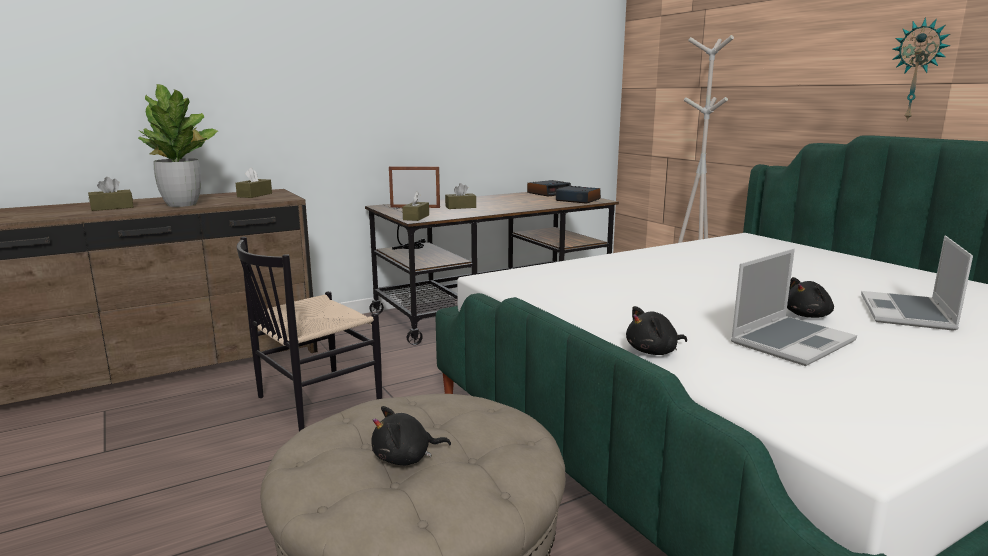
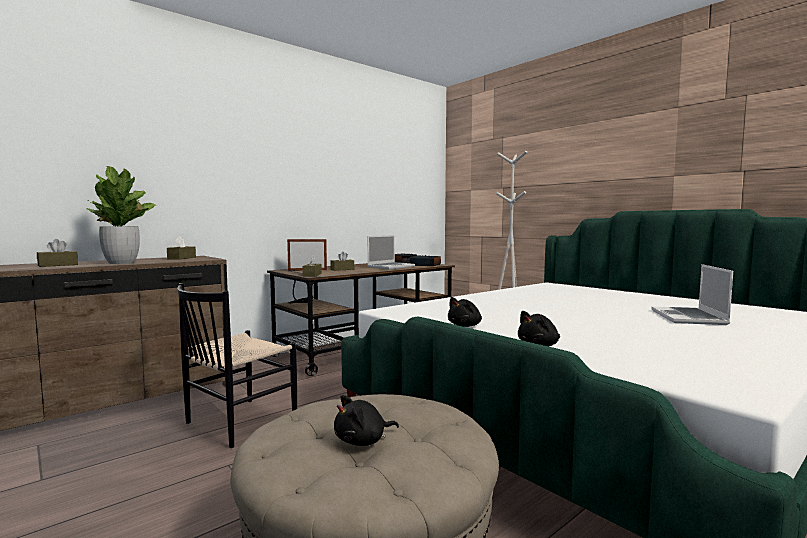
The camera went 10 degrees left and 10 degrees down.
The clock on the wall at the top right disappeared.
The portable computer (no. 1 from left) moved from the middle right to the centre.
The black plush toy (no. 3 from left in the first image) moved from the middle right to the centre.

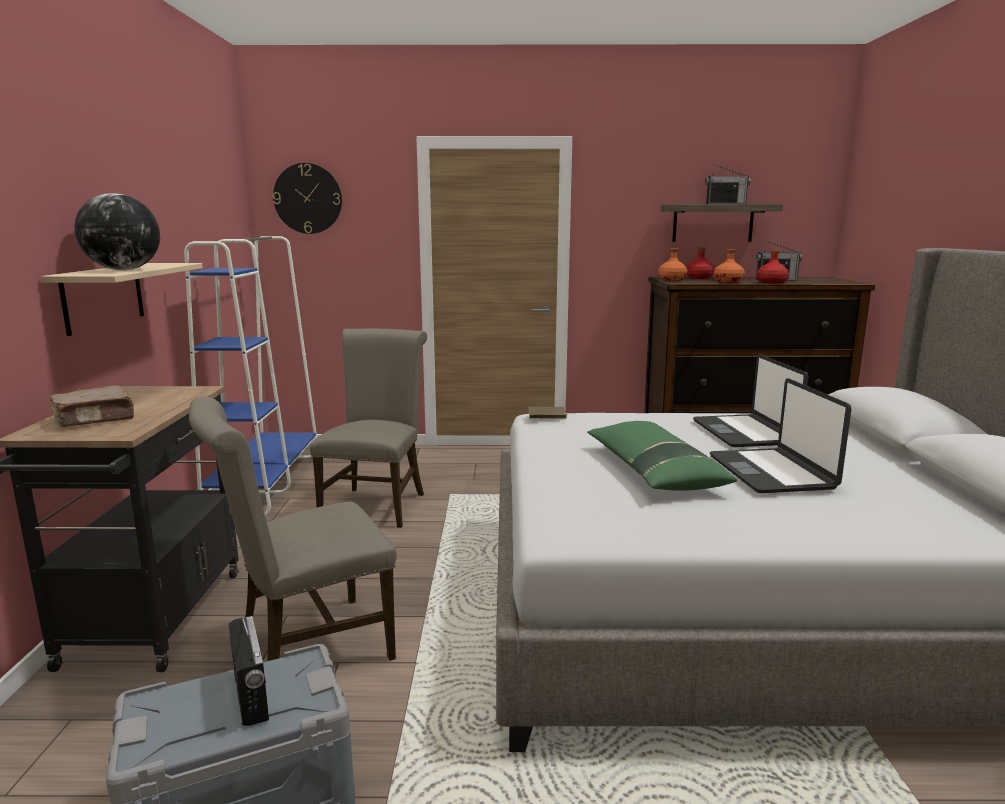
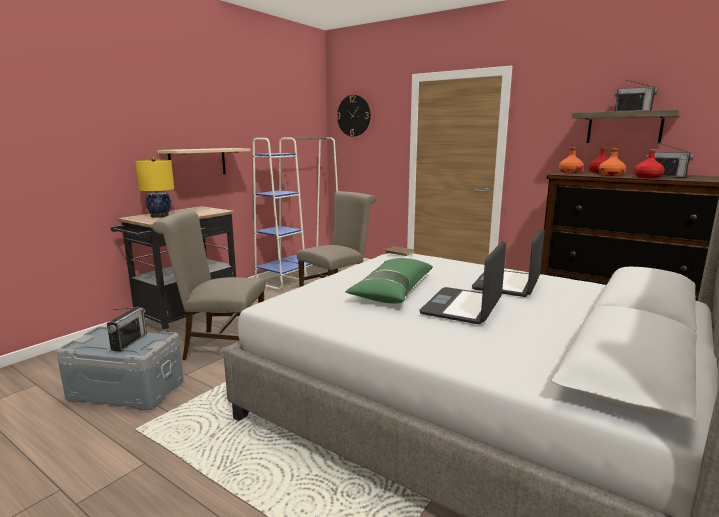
The camera went 35 degrees right and 0 degrees up.
The desk globe at the top left disappeared.
The brown-coloured book (no. 1 from left) at the middle left was replaced by the yellow-coloured tabletop lamp at the middle left.

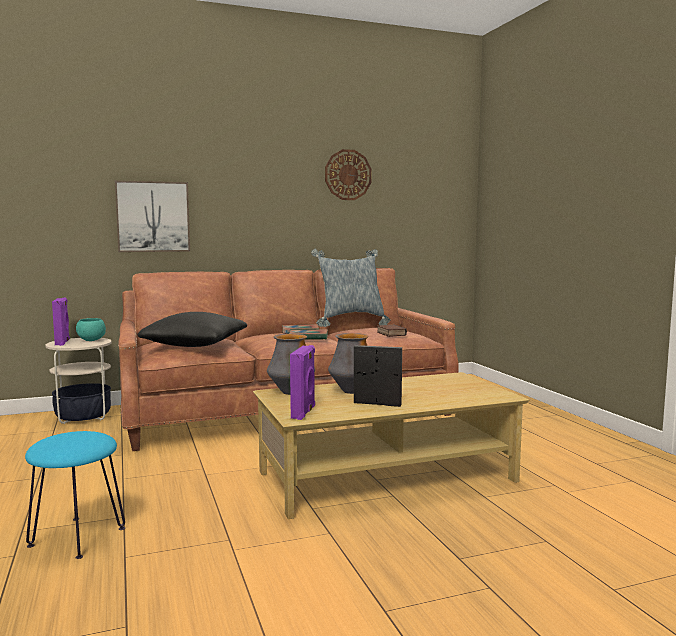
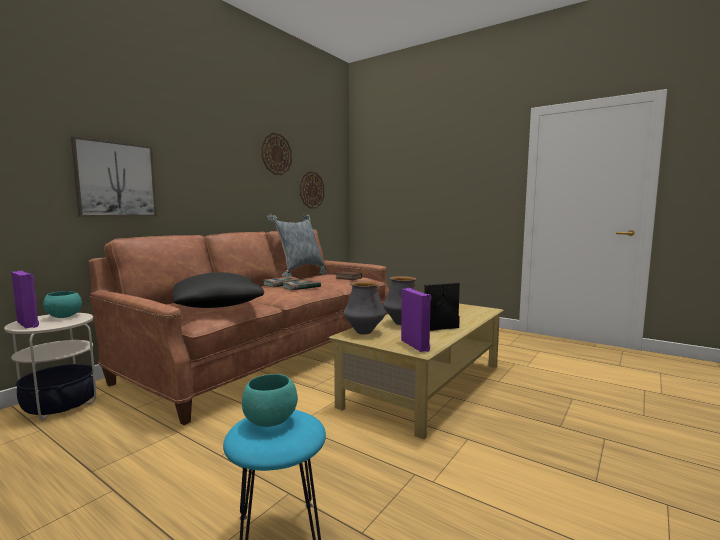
The camera went 35 degrees left and 0 degrees up.
The clock on the wall (no. 2 from left) at the centre appeared.
The blue-green deep dish (no. 2 from left) at the bottom centre appeared.

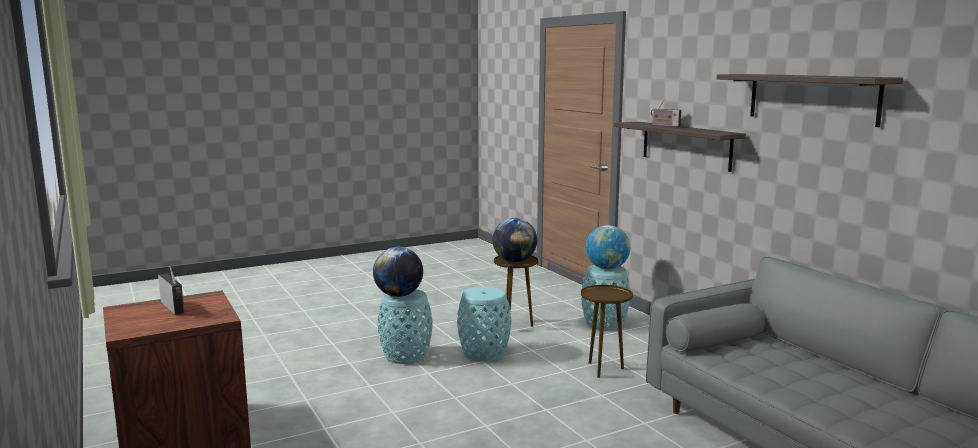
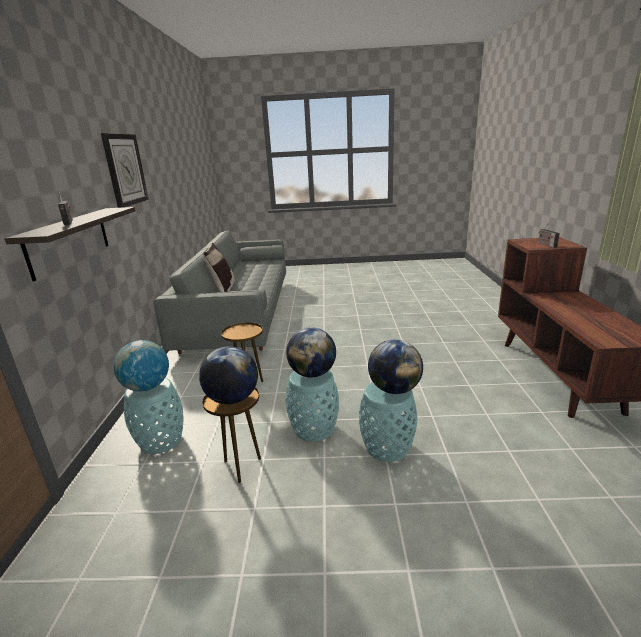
The camera went 150 degrees left and 10 degrees up.
The shelf (no. 2 from left) at the top right was replaced by the clock on the wall at the top left.
The pillow at the centre appeared.
The desk globe (no. 3 from left) at the centre appeared.

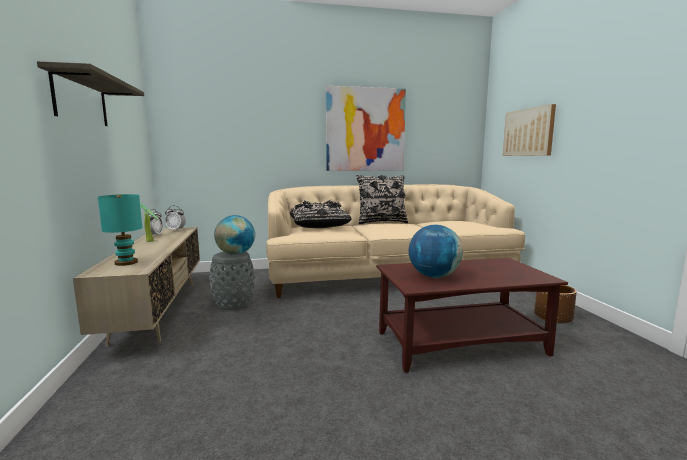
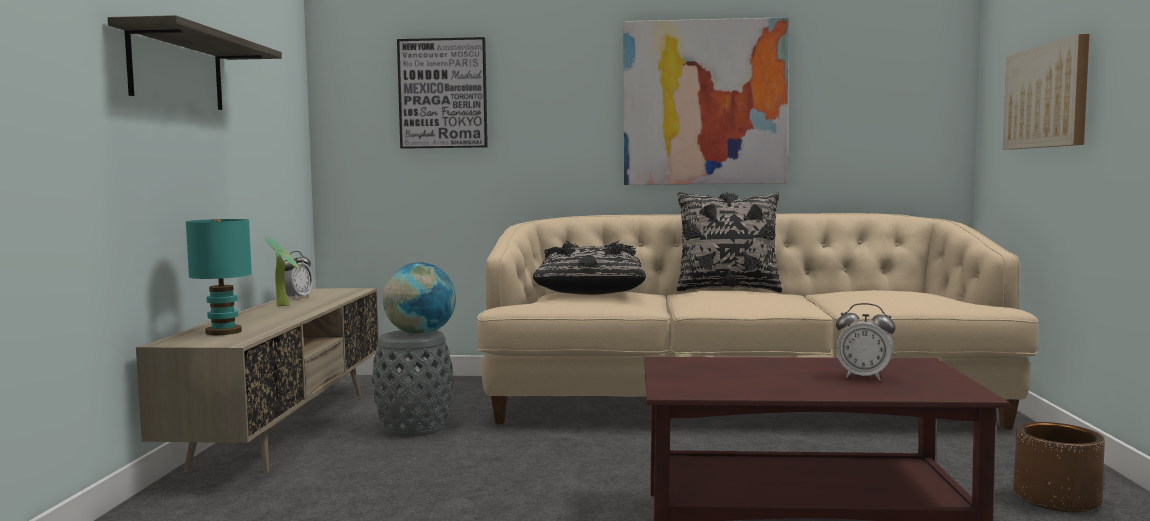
The camera went 15 degrees right and 5 degrees down.
The bedside clock (no. 2 from left) moved from the middle left to the middle right.
The desk globe (no. 2 from left) at the centre disappeared.
The wall picture (no. 1 from left) at the top centre appeared.

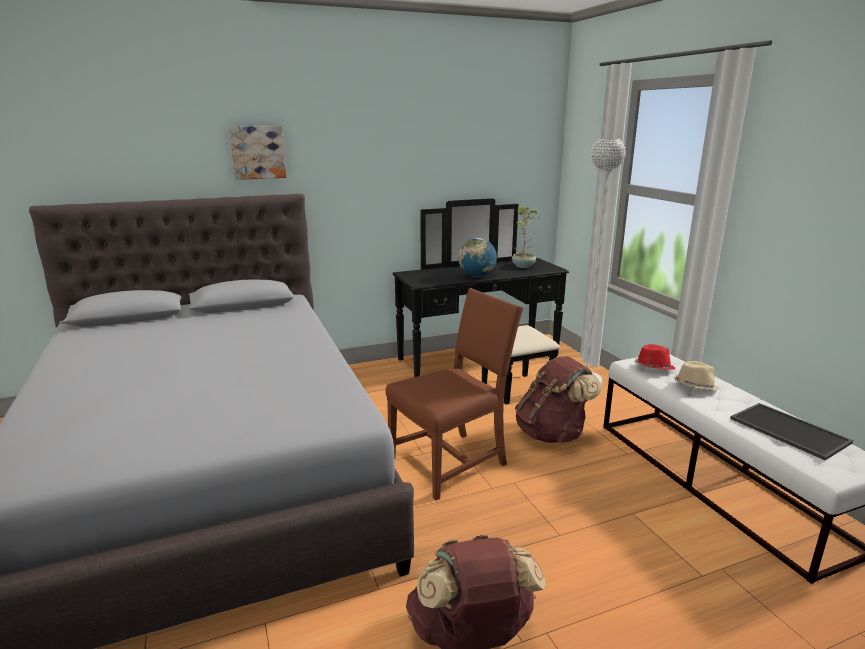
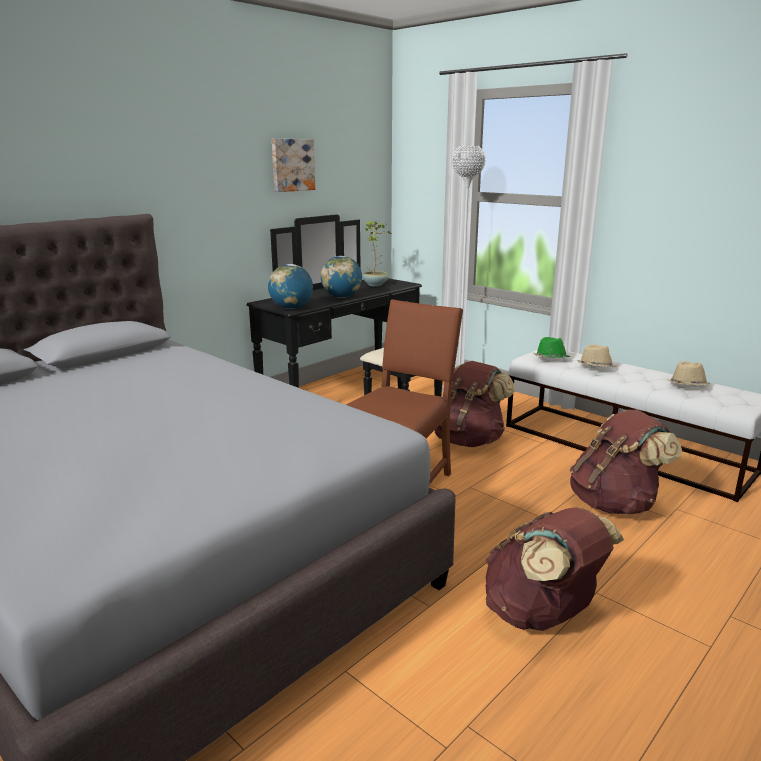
The camera went 25 degrees left and 0 degrees up.
The wall picture moved from the top left to the top centre.
The red-coloured clothing hat at the middle right became the greenish clothing hat at the middle right.
The serving tray at the middle right was replaced by the sand-coloured clothing hat (no. 2 from left) at the middle right.
The desk globe (no. 1 from left) at the centre appeared.
The brown-coloured rucksack (no. 3 from left) at the middle right appeared.

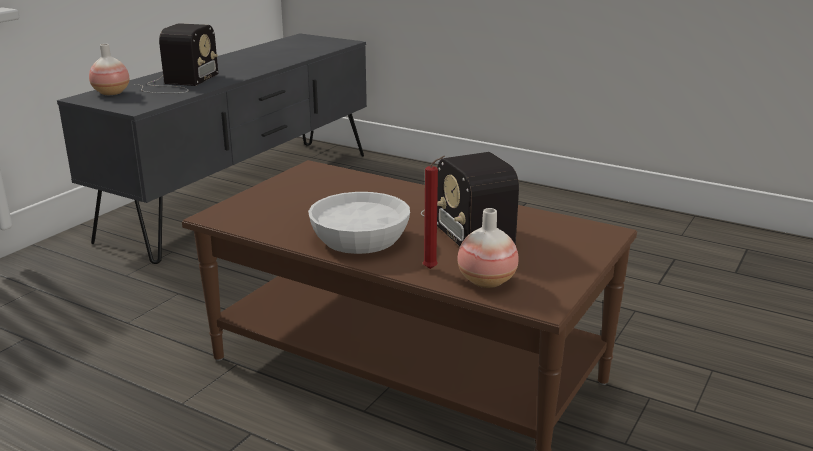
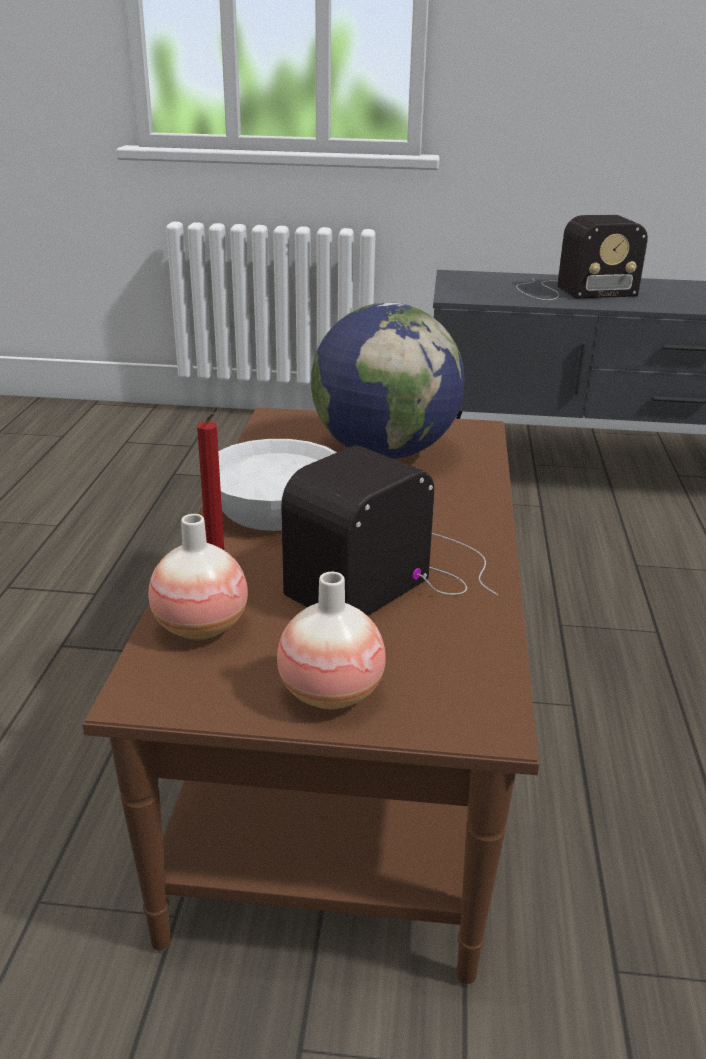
The camera went 65 degrees right and 5 degrees up.
The decorative vase (no. 1 from left in the first image) moved from the top left to the centre.
The desk globe at the centre appeared.

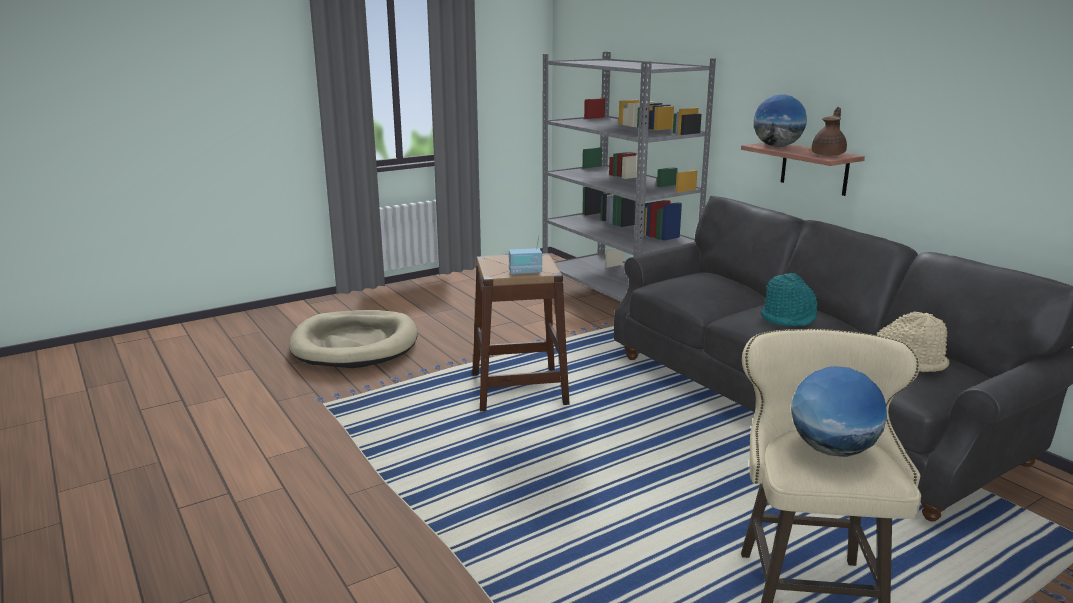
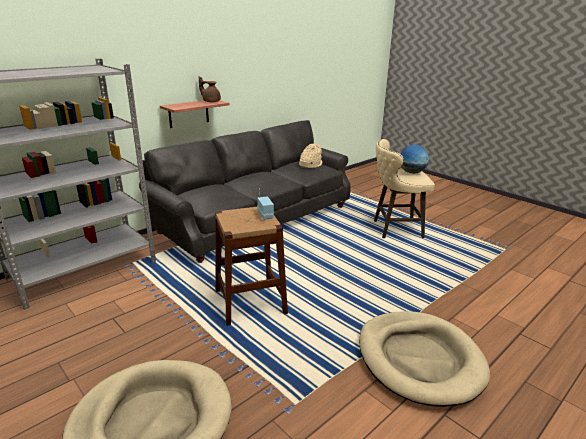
The camera went 100 degrees left and 5 degrees up.
The desk globe (no. 1 from left) at the top right disappeared.
The blue-green clothing hat at the middle right disappeared.
The sand-coloured pet bed (no. 2 from left) at the bottom right appeared.

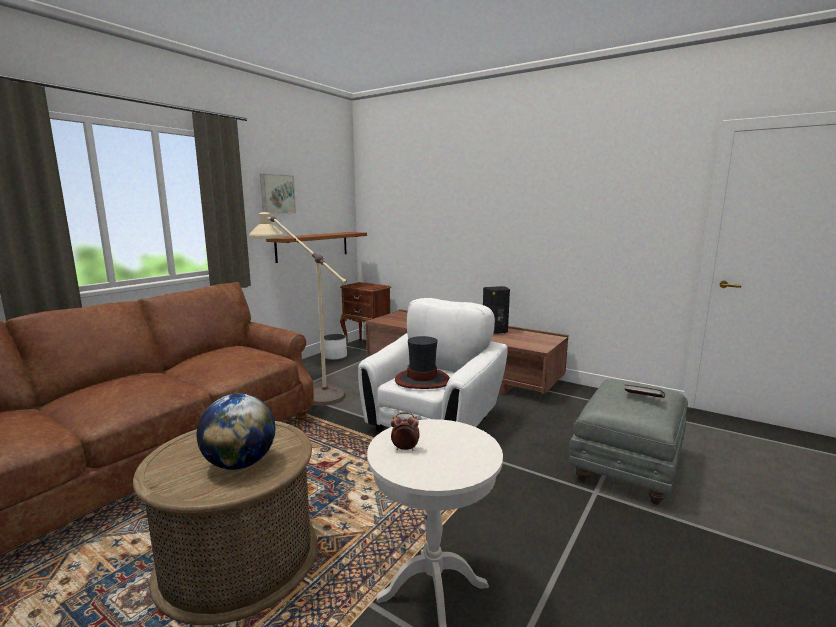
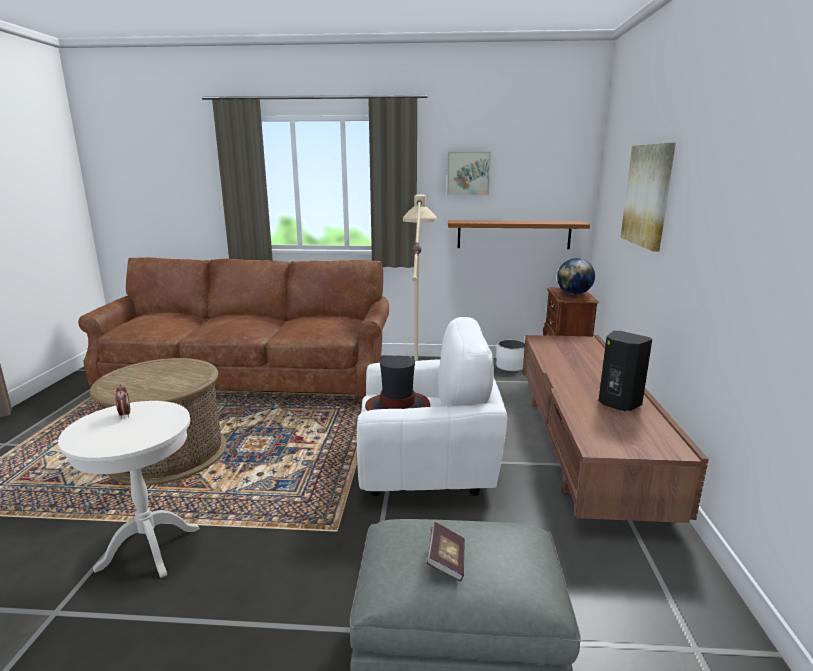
The camera went 60 degrees right and 5 degrees up.
The desk globe moved from the bottom left to the middle right.
The wall picture (no. 2 from left) at the top right appeared.

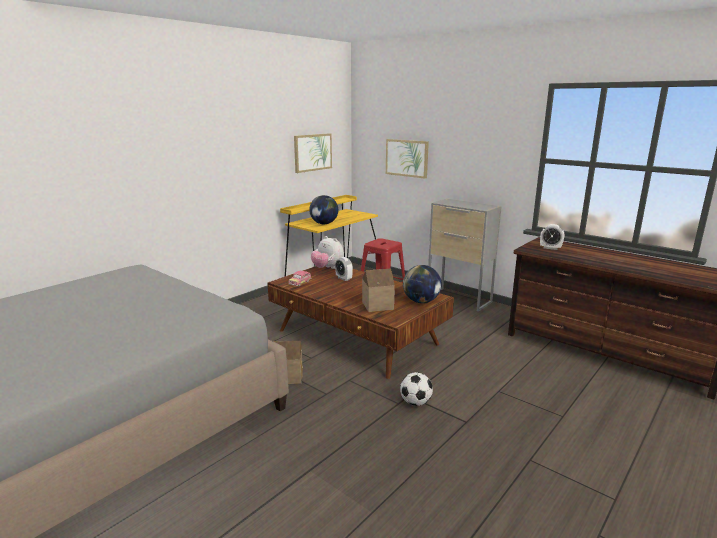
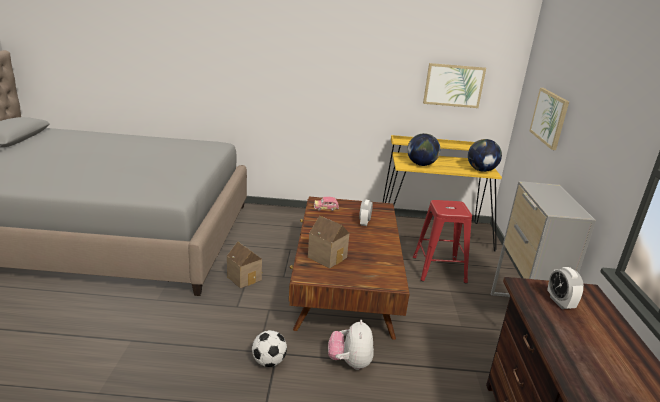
The camera went 50 degrees right and 5 degrees up.
The plush toy moved from the centre to the bottom centre.
The desk globe (no. 2 from left) moved from the centre to the middle right.

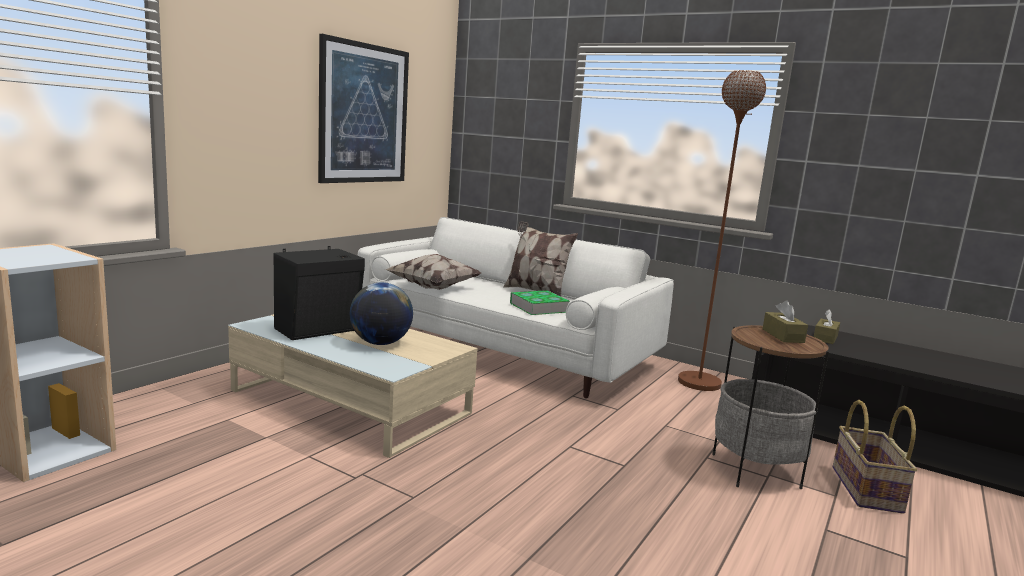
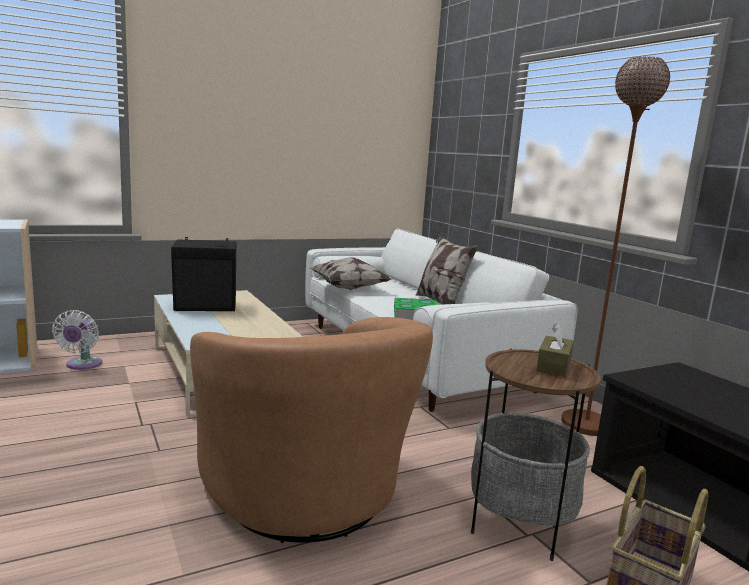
The camera went 30 degrees right and 0 degrees up.
The wall picture at the top centre disappeared.
The desk globe at the centre disappeared.
The brown-coloured tissue box (no. 2 from left) at the middle right disappeared.
The white electric fan at the middle left appeared.
The brown-coloured armchair at the bottom centre appeared.

